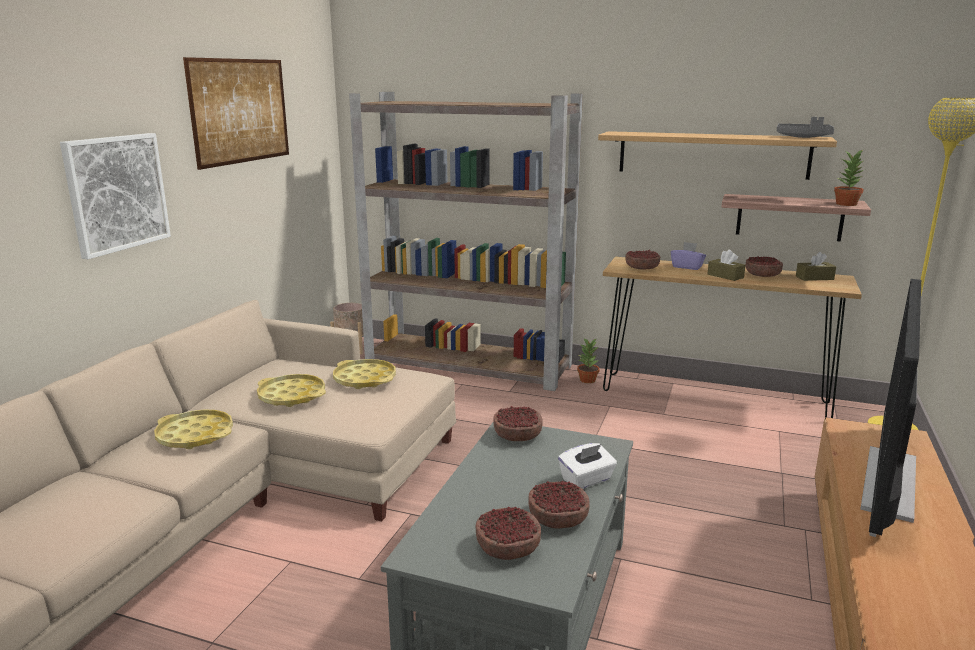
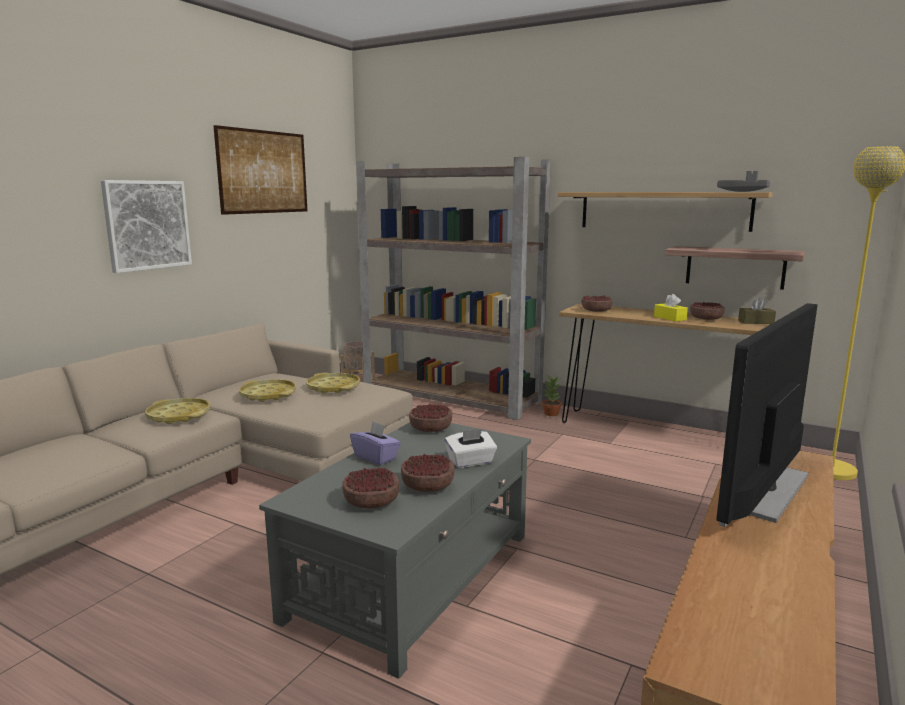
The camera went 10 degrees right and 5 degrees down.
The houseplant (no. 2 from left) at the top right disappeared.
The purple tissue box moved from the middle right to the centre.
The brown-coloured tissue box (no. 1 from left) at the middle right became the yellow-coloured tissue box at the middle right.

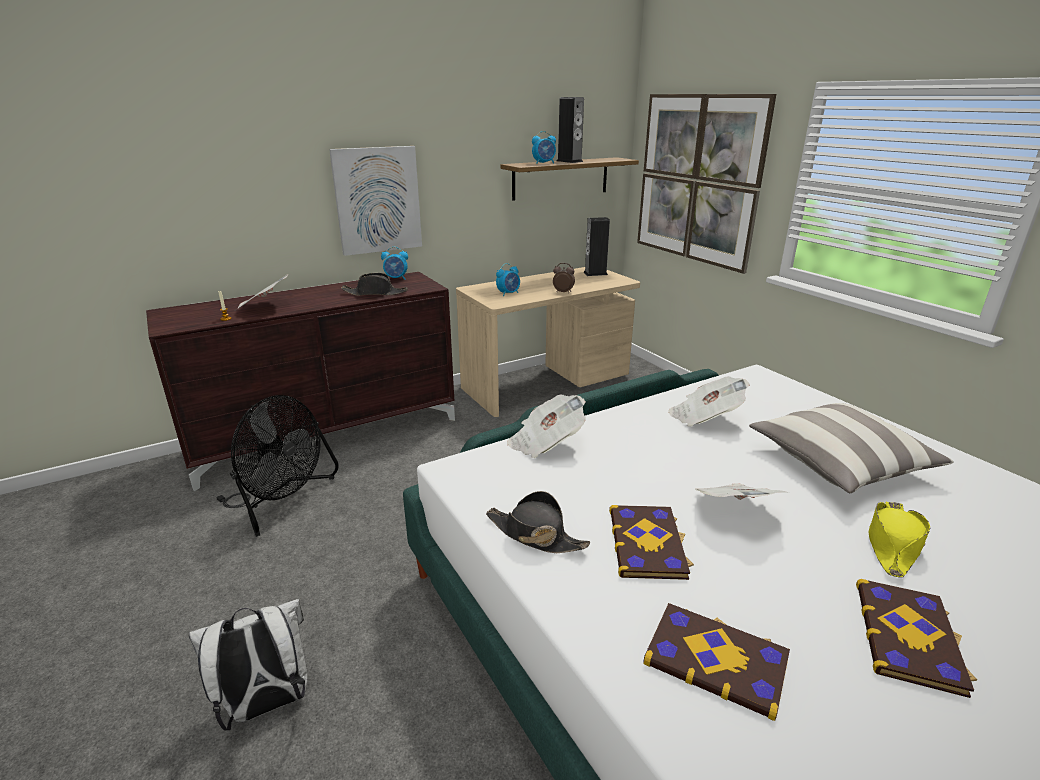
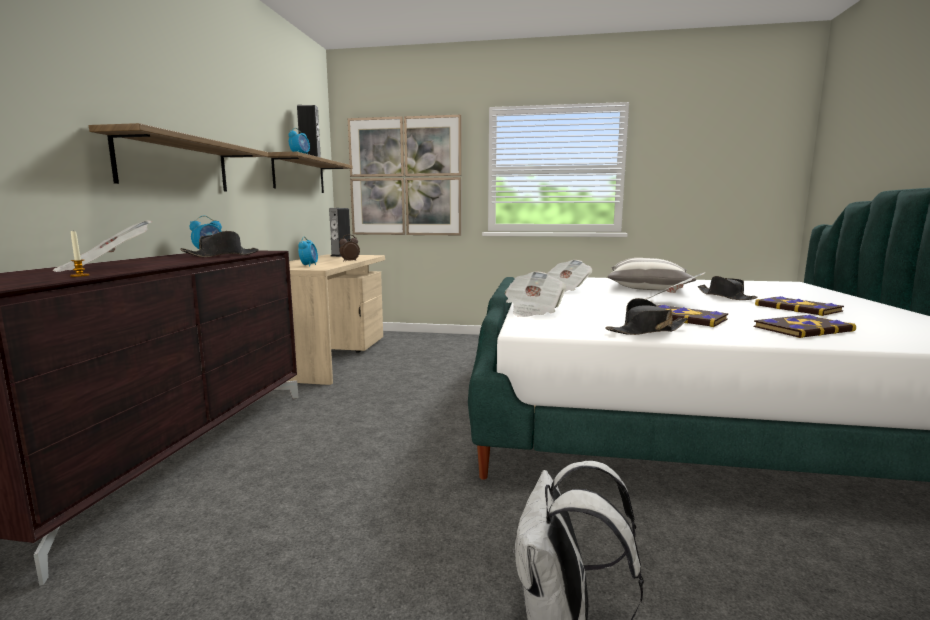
The camera went 50 degrees left and 15 degrees down.
The wall picture (no. 1 from left) at the top centre was replaced by the shelf (no. 1 from left) at the top left.
The black electric fan at the middle left disappeared.
The yellow-coloured clothing hat at the bottom right became the black clothing hat (no. 3 from left) at the middle right.

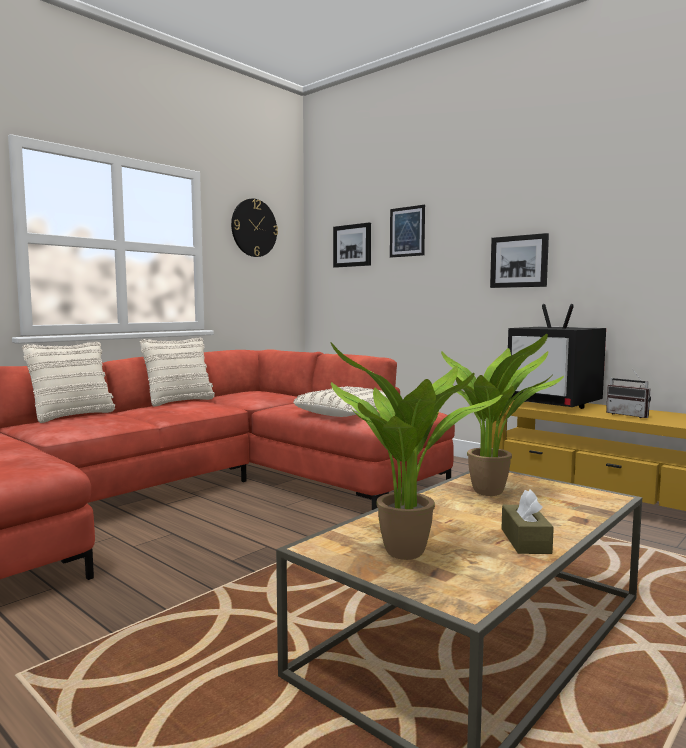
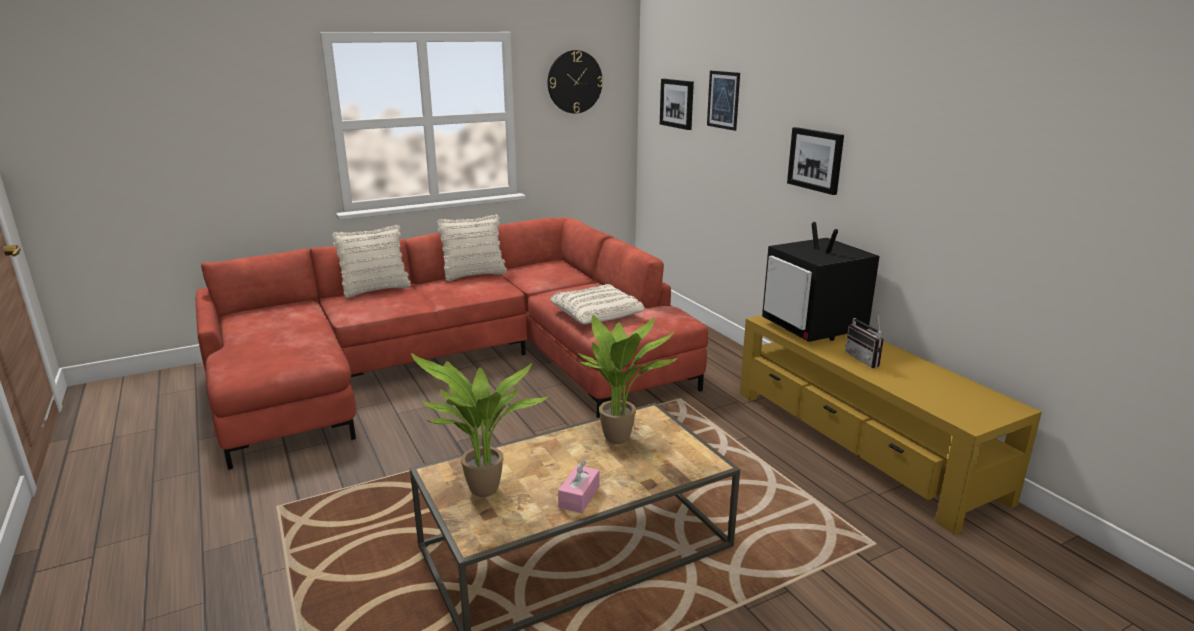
The camera went 20 degrees right and 15 degrees up.
The brown-coloured tissue box at the bottom right became the pink-coloured tissue box at the bottom centre.

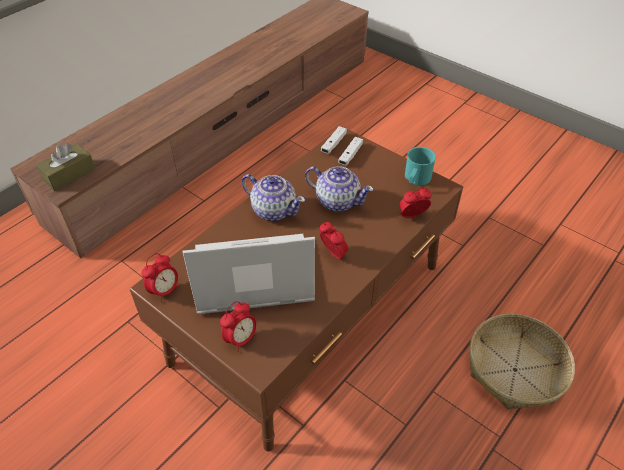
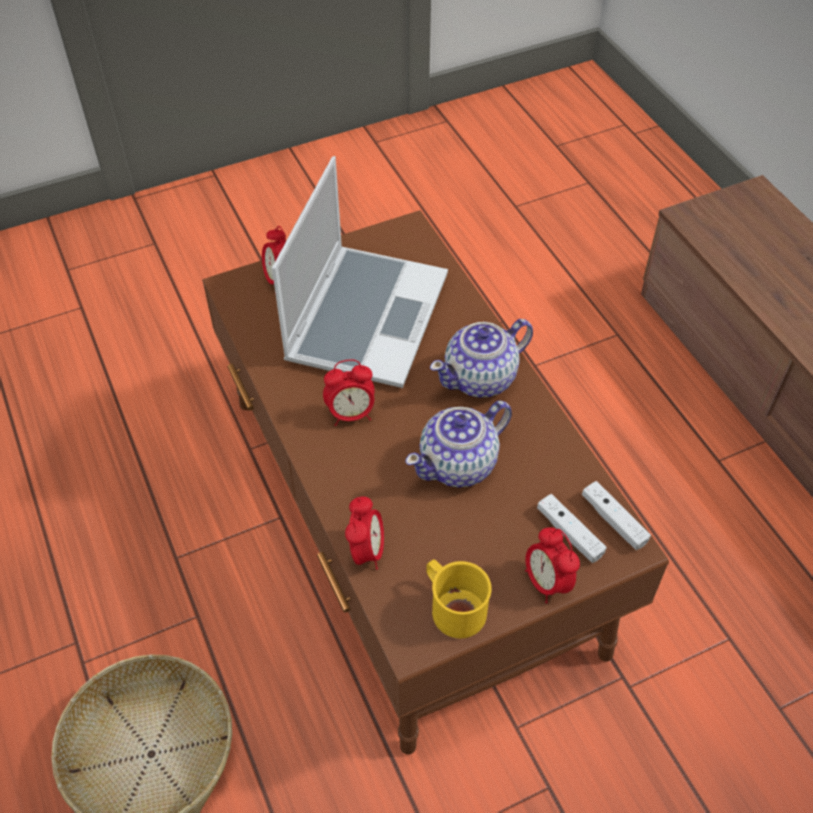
The camera went 115 degrees right and 5 degrees up.
The brown-coloured tissue box at the middle left disappeared.
The blue-green coffee mug at the middle right became the yellow-coloured coffee mug at the bottom centre.
The bedside clock (no. 1 from left in the first image) moved from the middle left to the bottom right.

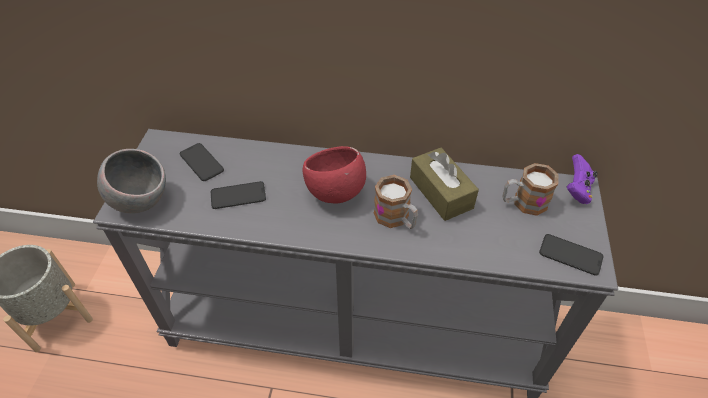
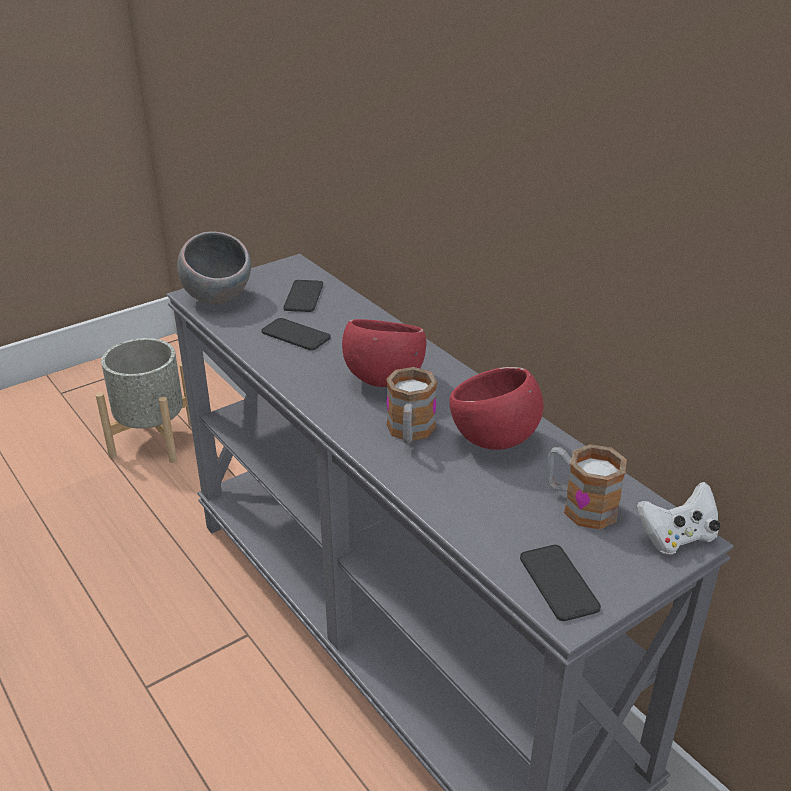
The camera went 45 degrees right and 15 degrees down.
The brown-coloured tissue box at the centre was replaced by the red-coloured deep dish (no. 2 from left) at the centre.
The purple joypad at the middle right became the white joypad at the middle right.

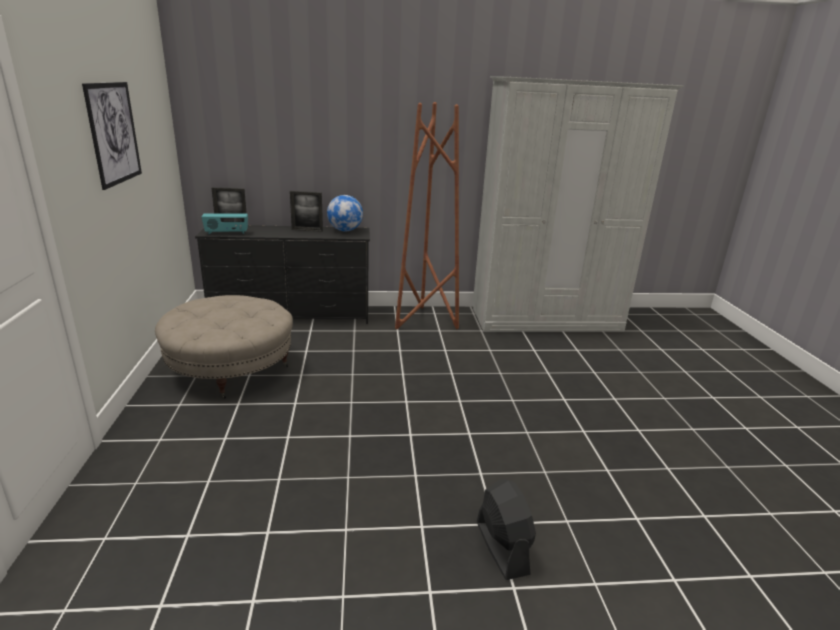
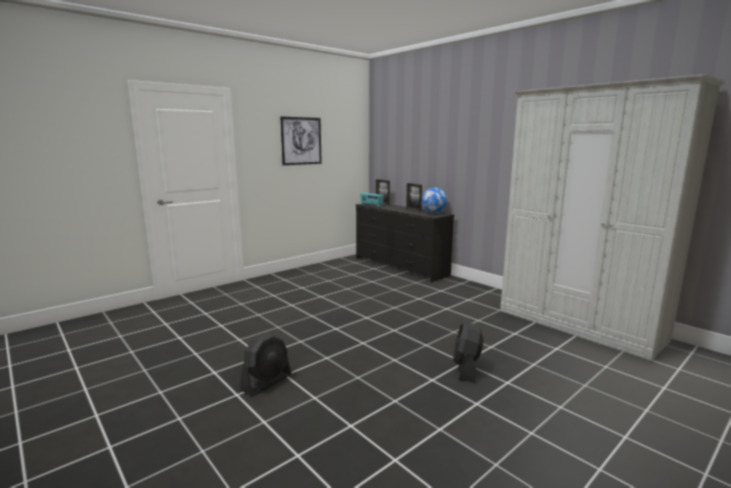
The camera went 55 degrees right and 10 degrees down.
The brown-coloured garment rack at the centre disappeared.
The sand-coloured ottoman at the middle left disappeared.
The black electric fan (no. 2 from left) at the bottom centre appeared.

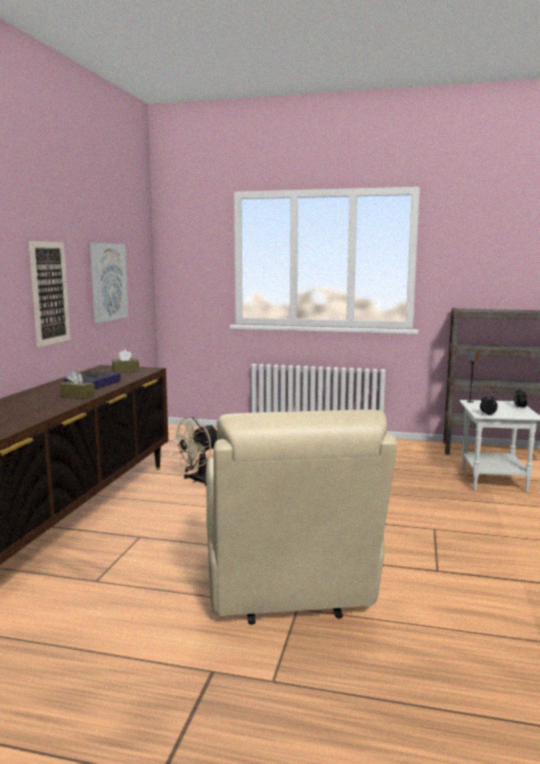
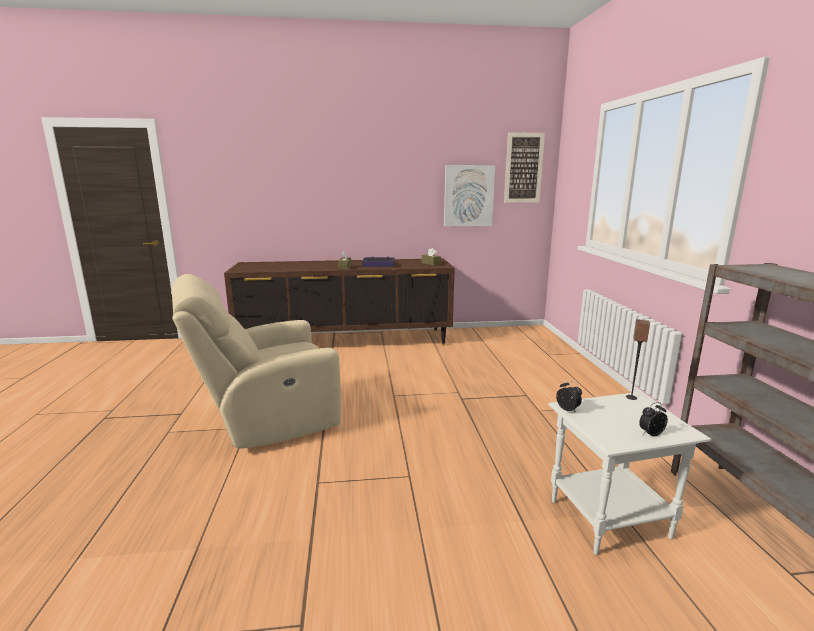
The camera went 70 degrees right and 5 degrees up.
The wall picture (no. 1 from left in the first image) moved from the middle left to the top centre.
The sand-coloured electric fan at the centre disappeared.

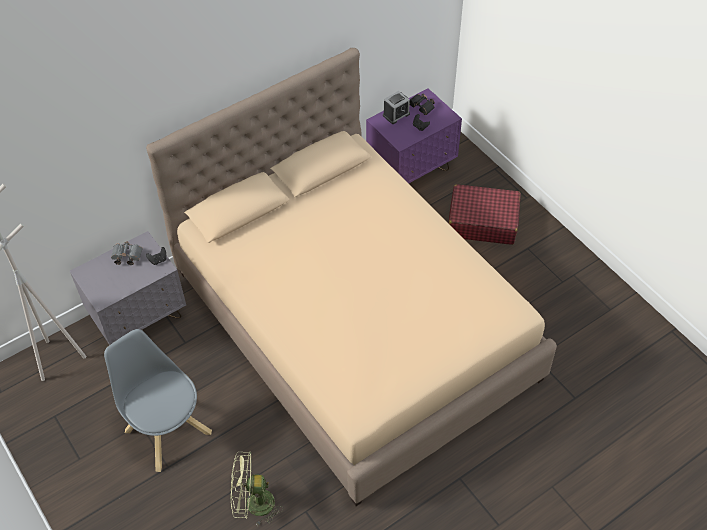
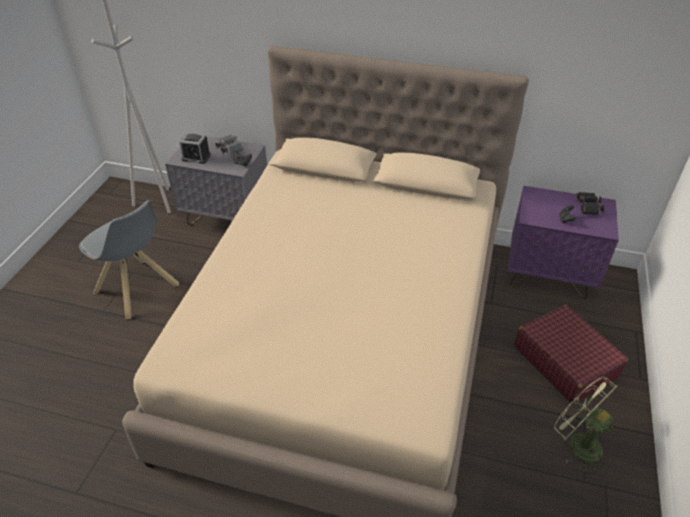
The camera went 50 degrees right and 10 degrees down.
The bedside clock moved from the top centre to the top left.
The gray upright chair at the bottom left turned 120 degrees clockwise.
The greenish electric fan moved from the bottom centre to the bottom right.

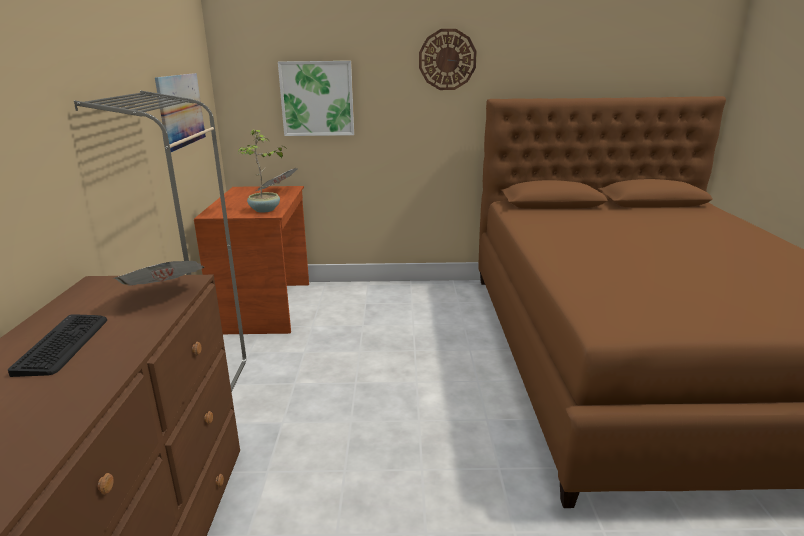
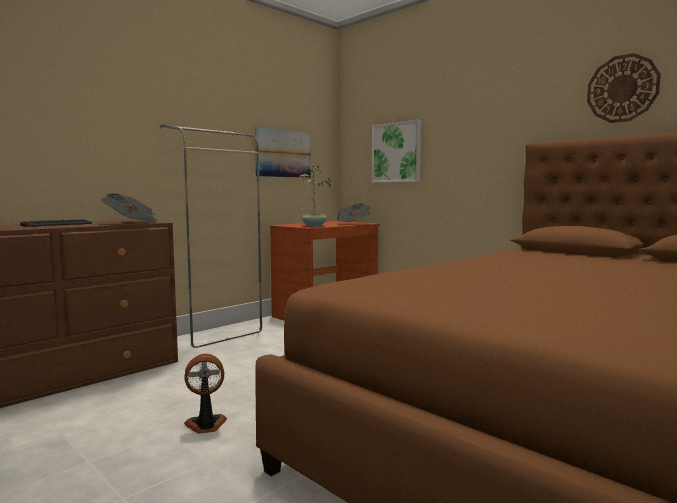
The camera went 45 degrees right and 15 degrees down.
The clock on the wall moved from the top centre to the top right.
The electric fan at the bottom left appeared.

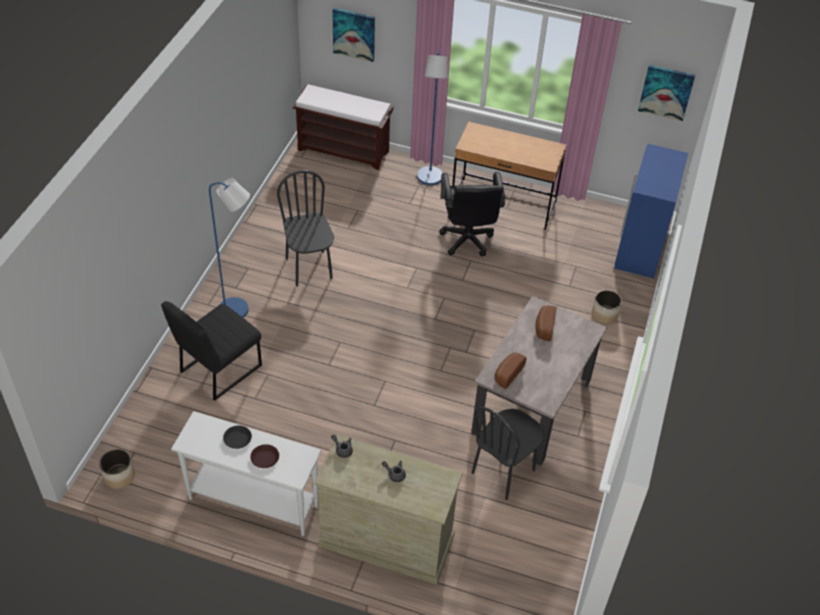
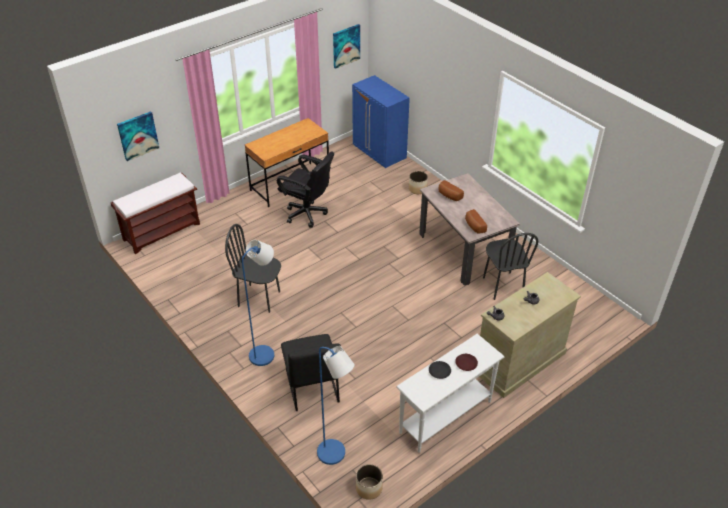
The camera went 55 degrees left and 5 degrees down.
The bluish floor lamp (no. 2 from left) moved from the top centre to the bottom centre.

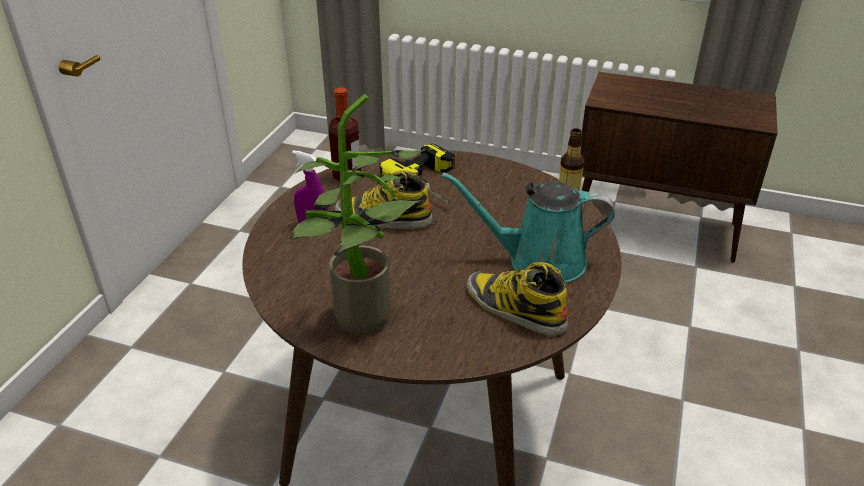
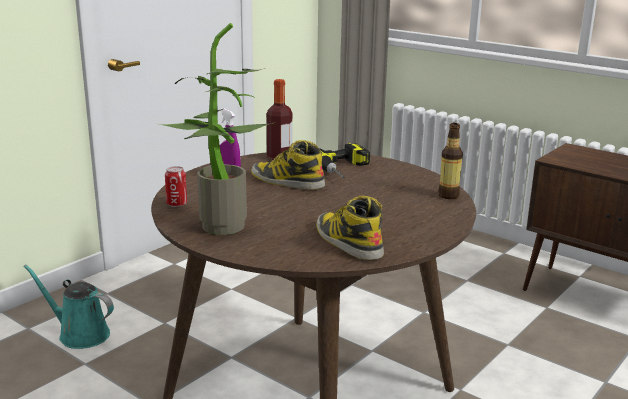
The camera went 20 degrees right and 15 degrees down.
The blue-green sprinkling can moved from the centre to the bottom left.
The metal can at the middle left appeared.

